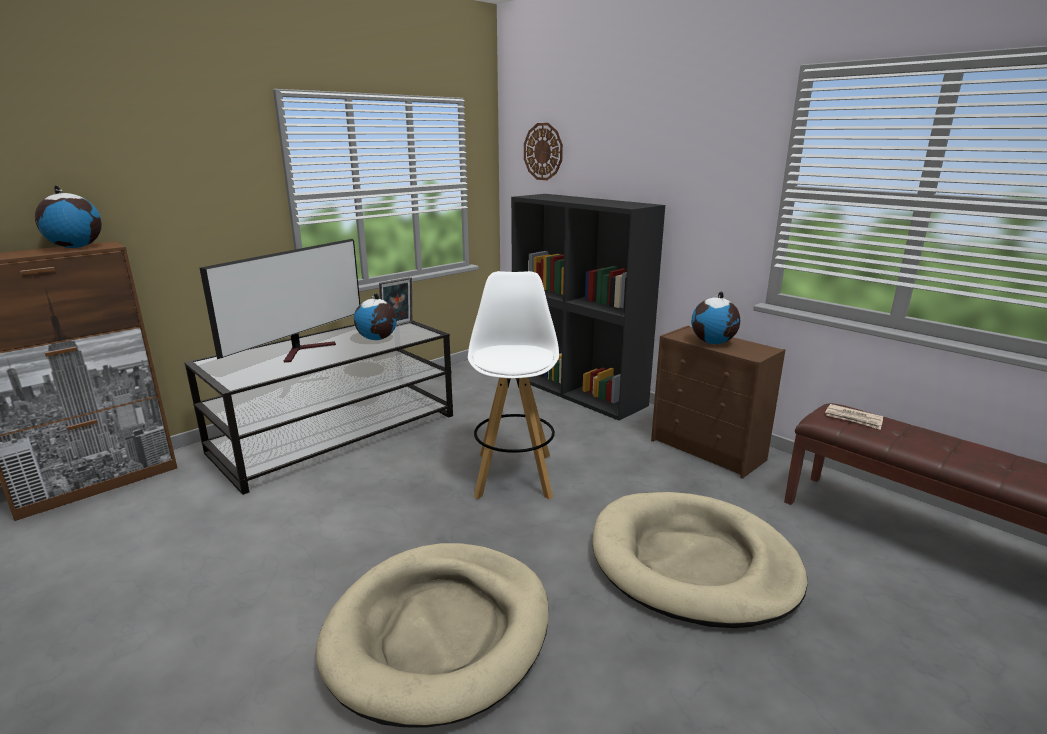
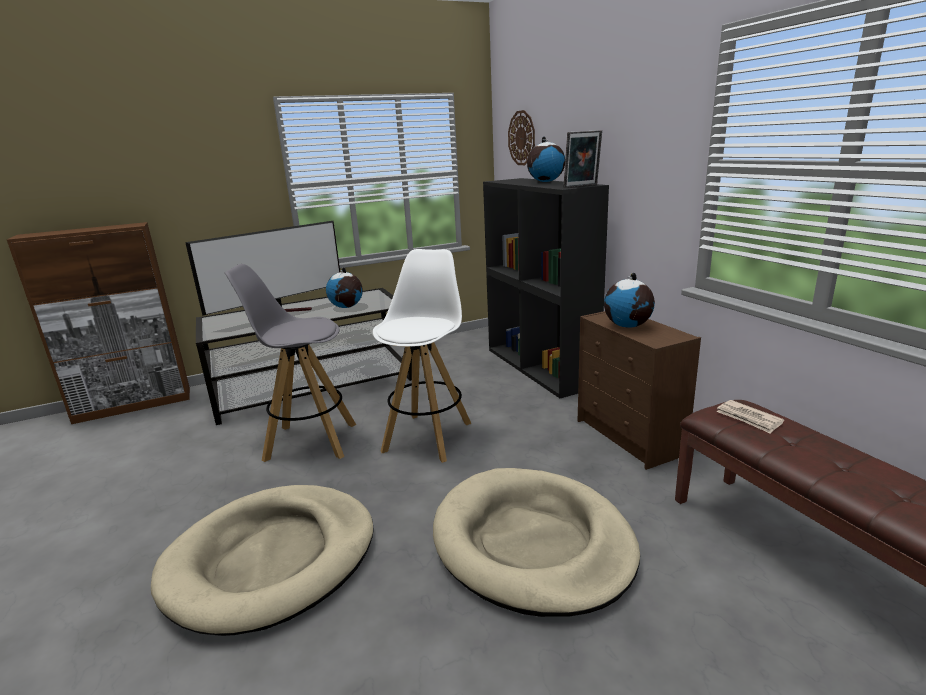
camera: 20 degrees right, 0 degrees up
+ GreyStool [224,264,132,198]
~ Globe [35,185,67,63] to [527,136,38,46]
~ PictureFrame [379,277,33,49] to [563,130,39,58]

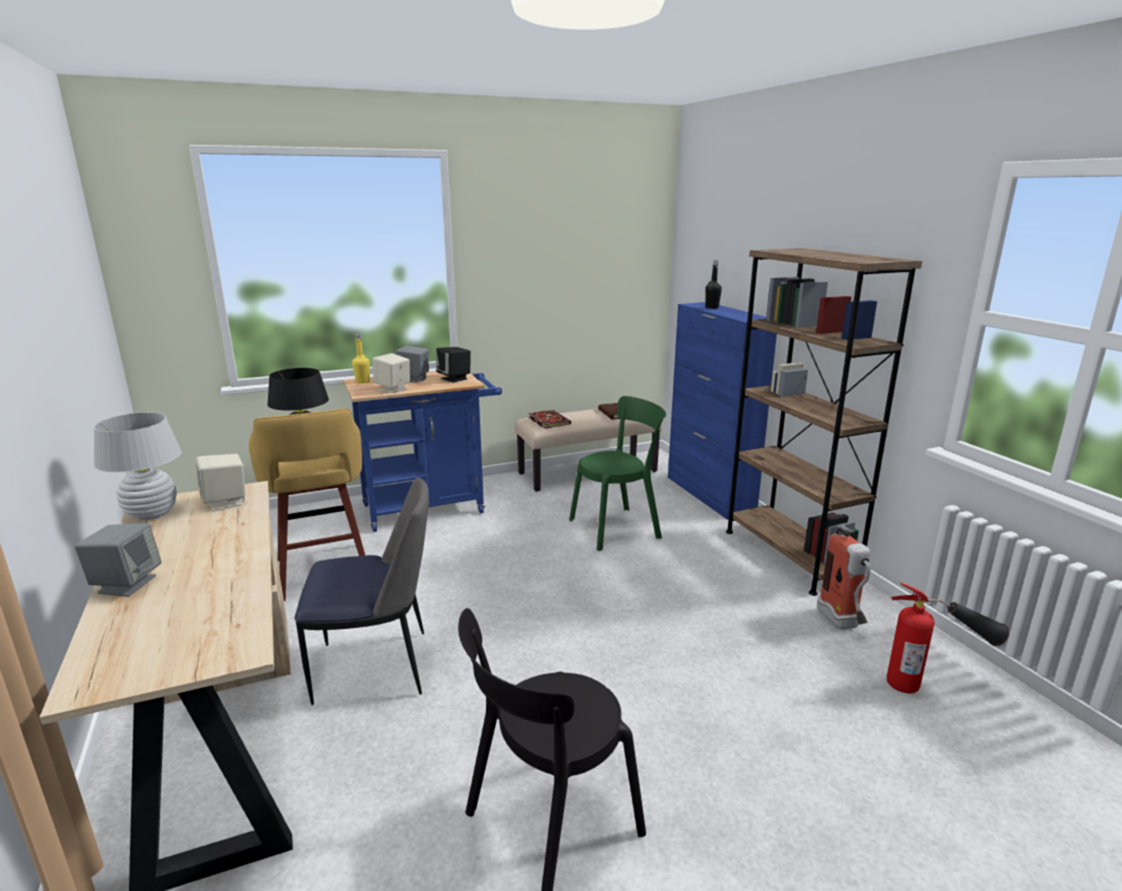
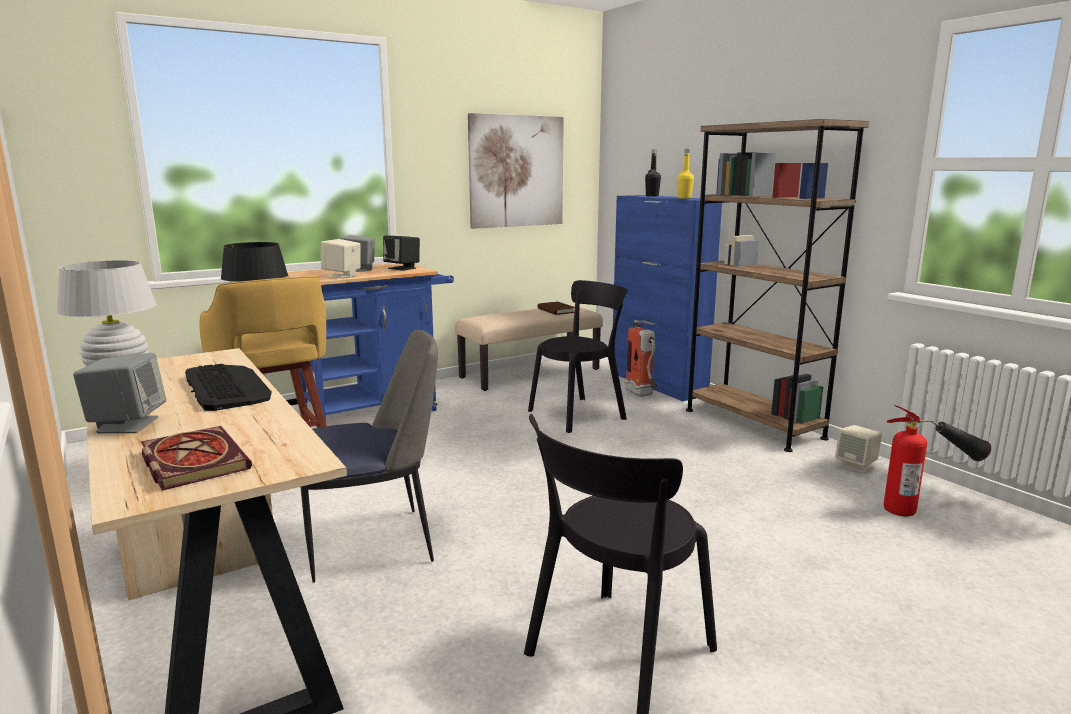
camera: 10 degrees left, 5 degrees down
+ Keyboard [185,364,87,47]
+ Picture [468,113,96,116]
~ BeigeSpeaker [196,454,49,57] to [835,425,47,48]
~ YellowBottle [352,334,18,49] to [677,149,17,50]
~ Book [528,410,43,19] to [141,426,111,65]
~ FireExtinguisher [817,524,54,106] to [625,320,32,77]
~ GreenChair [569,396,97,155] to BlackChair [528,280,100,153]

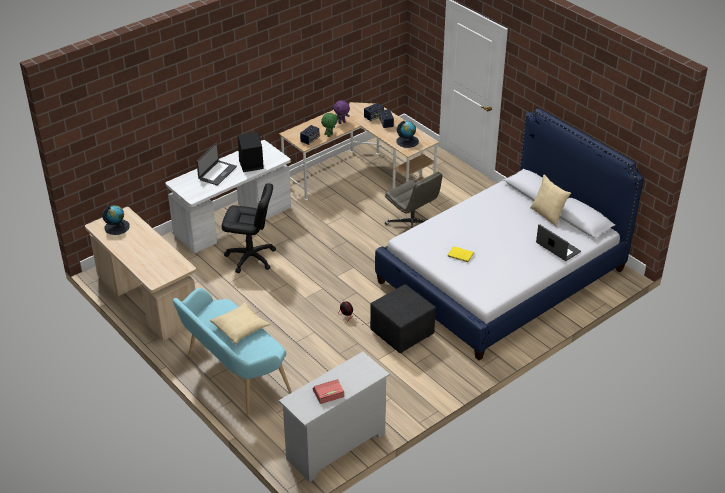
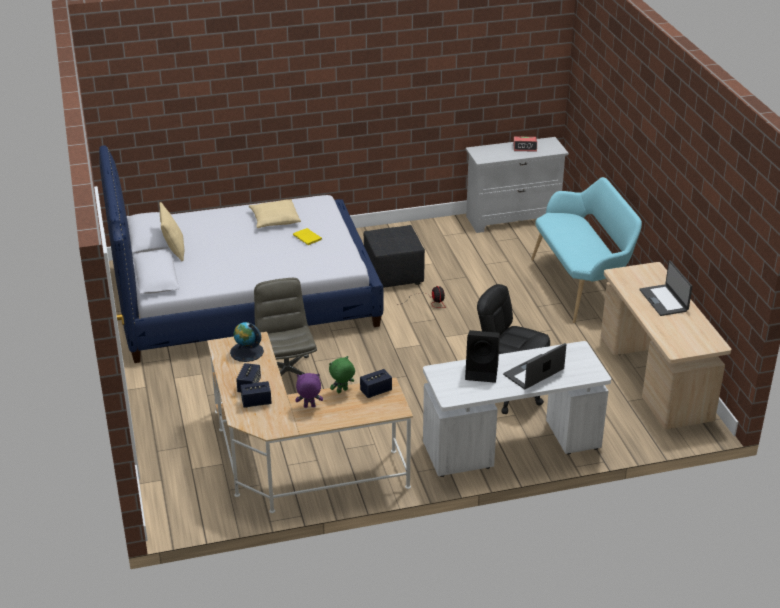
camera: 155 degrees left, 5 degrees down
- Globe [102,205,28,30]
~ BeigePillow [210,302,60,42] to [249,199,52,29]
~ Laptop [536,224,45,37] to [640,260,52,56]

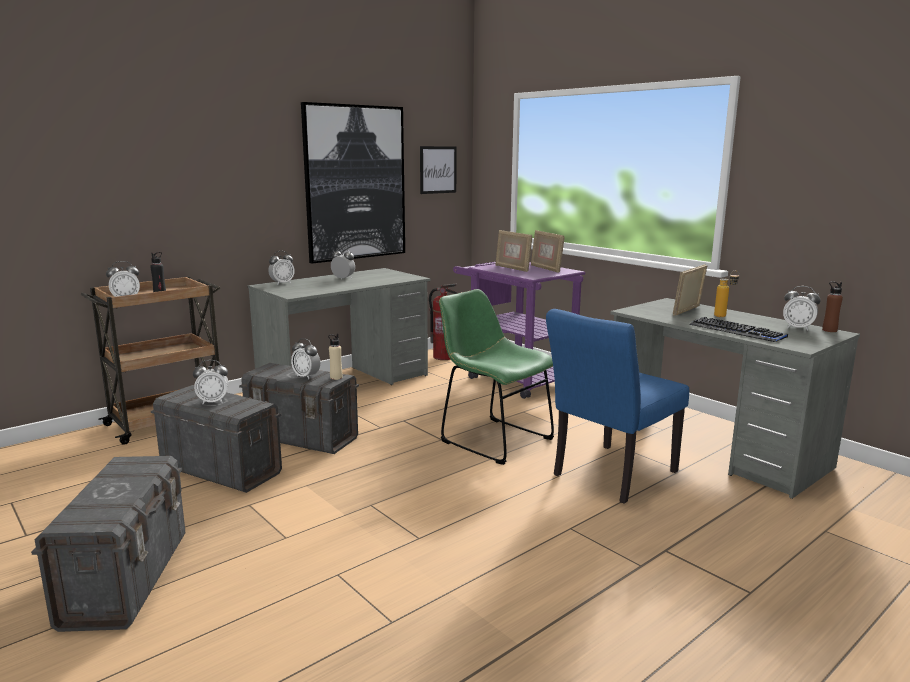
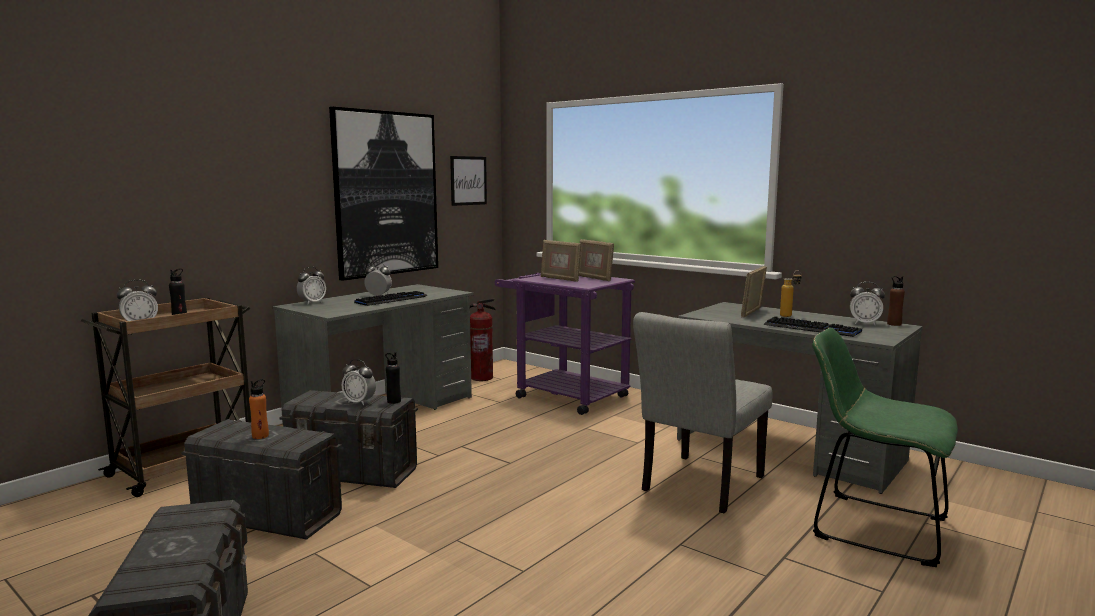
camera: 10 degrees left, 5 degrees down
+ Keyboard [354,291,74,15]
~ GreenChair [439,289,115,176] to [812,328,146,239]
~ AlarmClock [193,360,36,44] to OrangeBottle [249,379,20,60]
~ BeigeBottle [328,334,14,46] to BlackBottle [385,352,16,52]
~ BlueChair [546,309,143,195] to GreyChair [633,312,139,201]

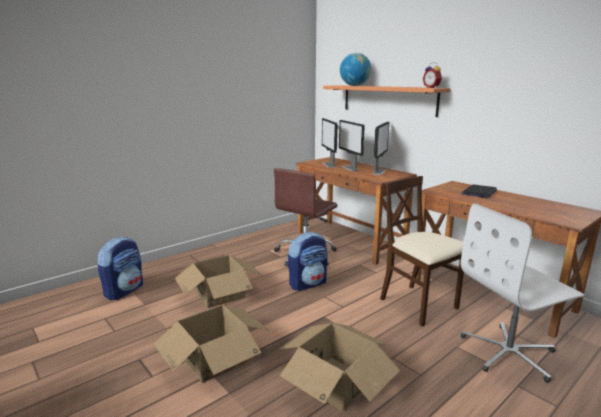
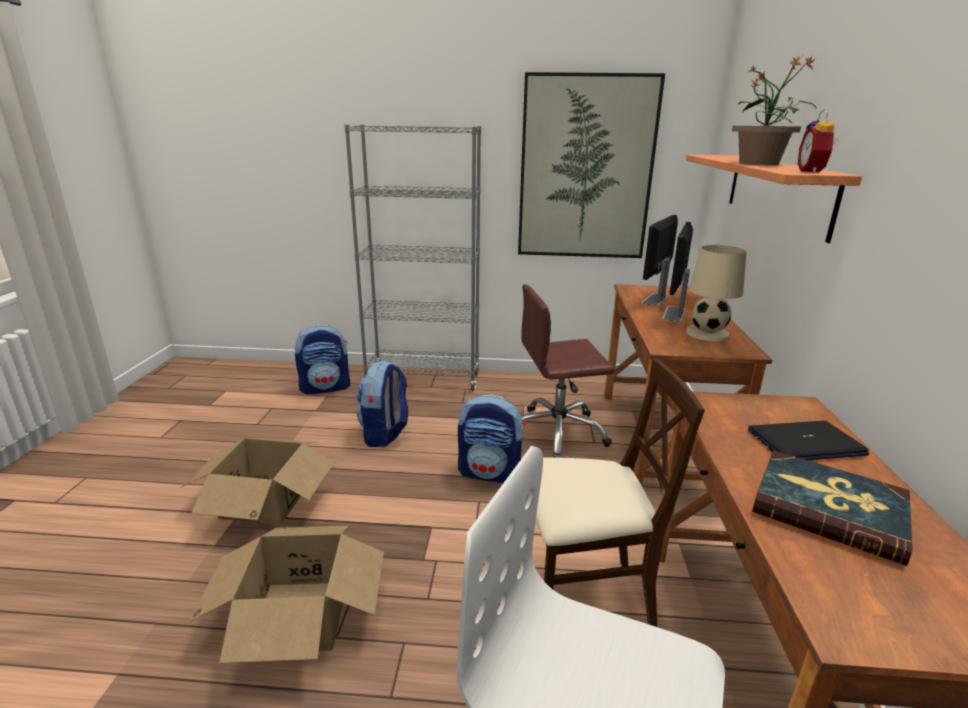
camera: 45 degrees right, 5 degrees up
- Globe [340,53,31,33]
+ GreyBookcase [345,125,136,266]
+ Picture [518,72,147,186]
+ PottedPlant [732,55,84,110]
+ Book [752,450,161,116]
~ CardboardBox [175,255,87,53] to Backpack [356,360,52,87]
~ Monitor [372,122,17,53] to BeigeTableLamp [686,245,60,97]
~ BeigeChair [380,176,84,151] = [527,359,178,268] 75 degrees clockwise

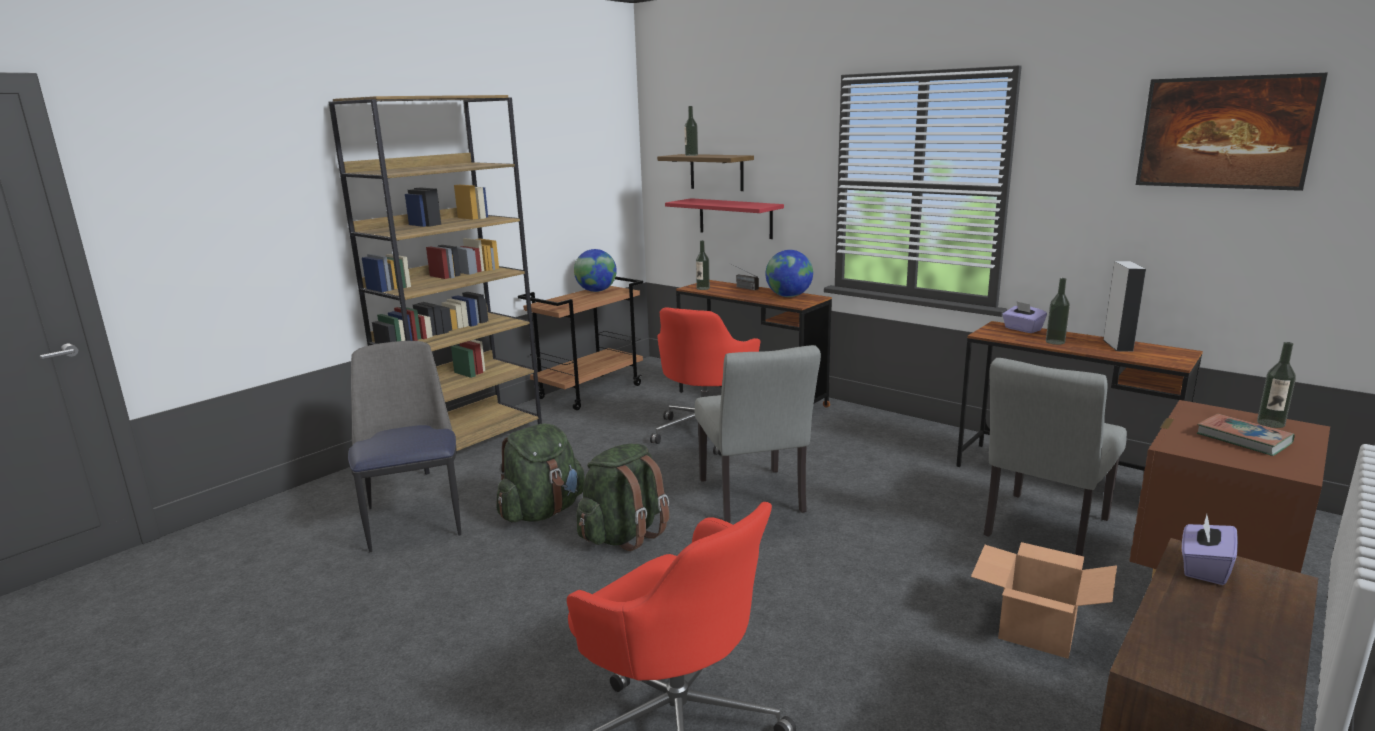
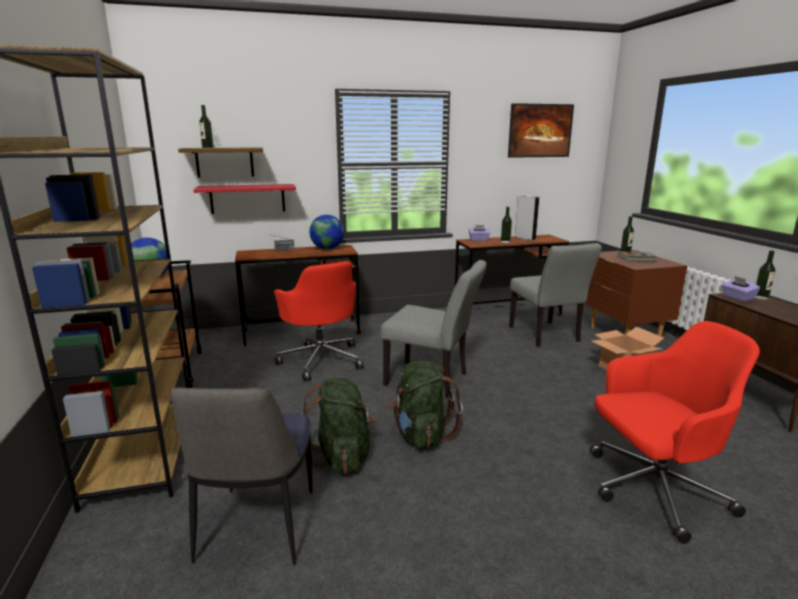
camera: 55 degrees left, 0 degrees up
~ Bottle [696,240,14,50] to [755,250,21,50]
~ Chair [348,341,113,211] = [170,388,143,177] 105 degrees counterclockwise

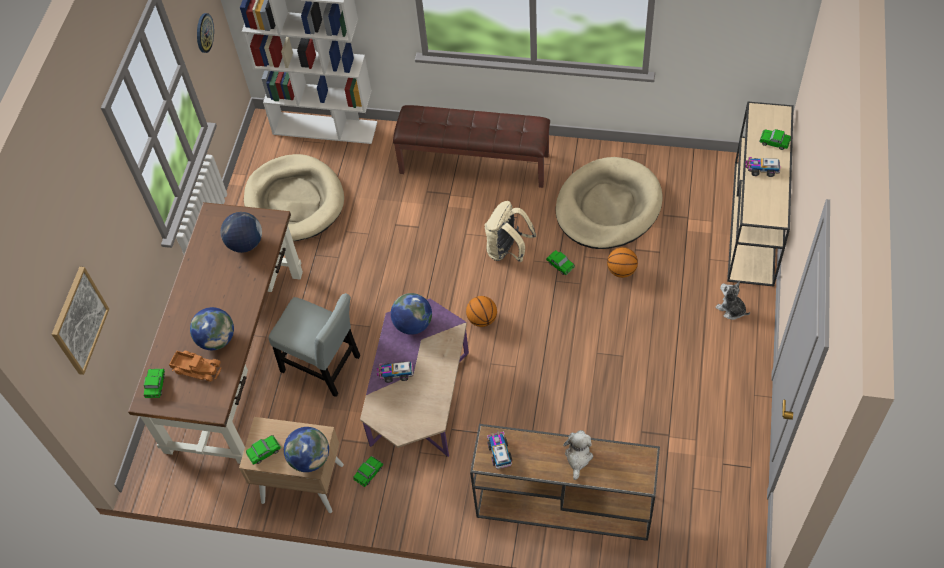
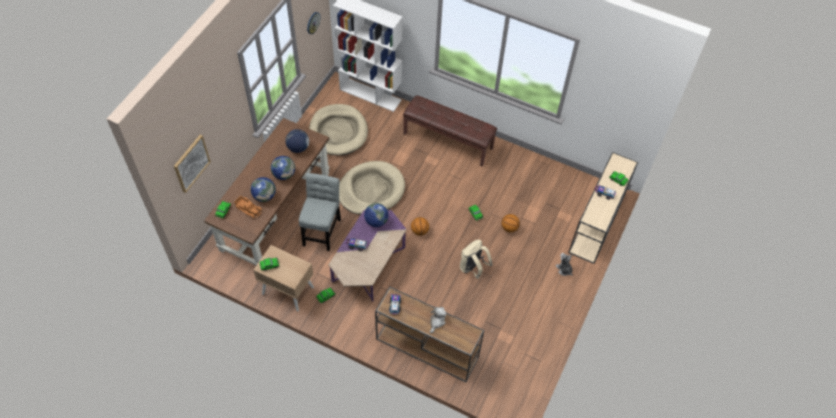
camera: 10 degrees right, 0 degrees up
~ Globe [284,427,45,45] to [271,156,24,24]
~ BeigeBackpack [484,201,52,61] to [460,240,33,39]
~ BeigeDogBed [555,157,108,92] to [339,161,66,54]
~ GreyChair [269,293,91,104] = [299,173,42,78] 120 degrees counterclockwise

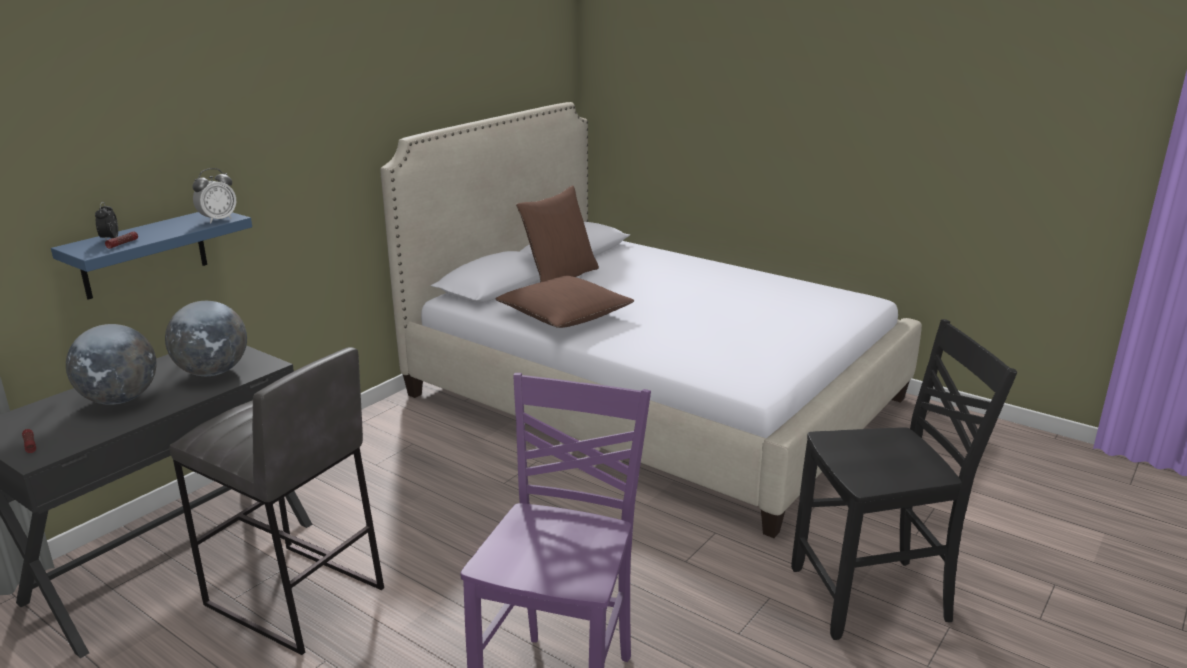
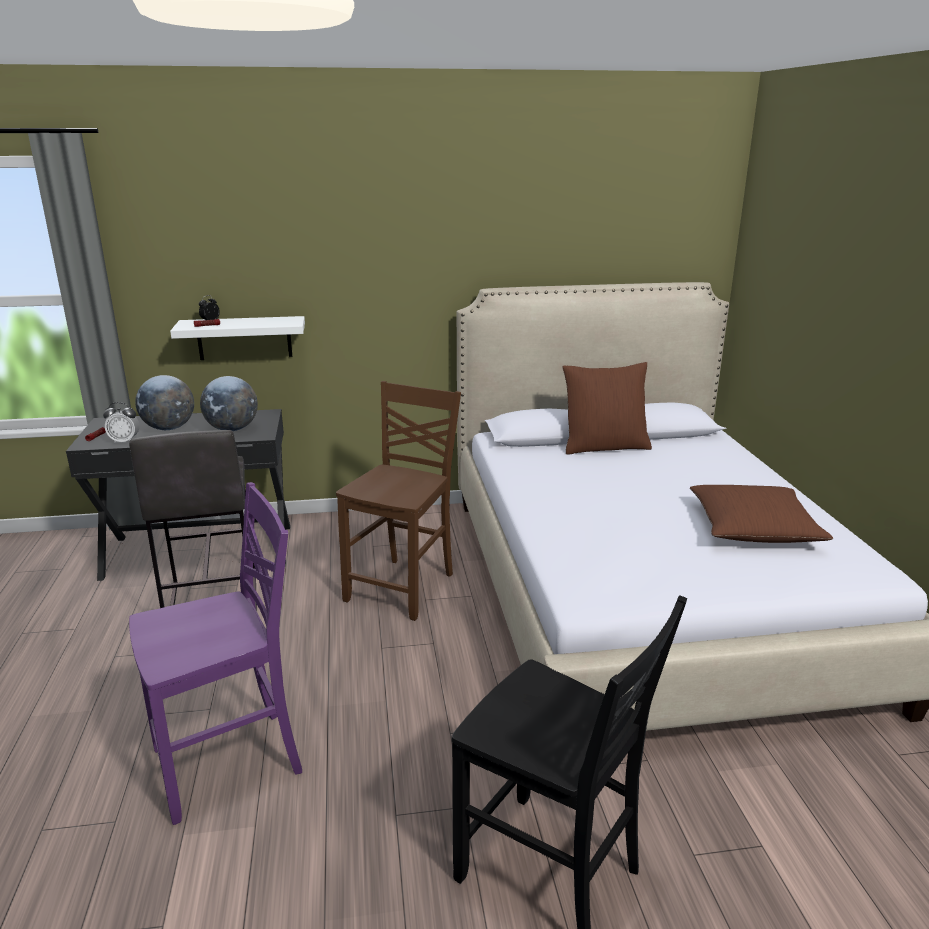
camera: 45 degrees right, 0 degrees up
+ BrownChair [336,381,125,240]
~ AlarmClock [193,168,43,55] to [103,402,36,42]
~ BrownPillow [495,276,139,52] to [690,485,143,58]
~ BlueShelf [51,212,201,88] to WhiteShelf [170,316,135,44]

